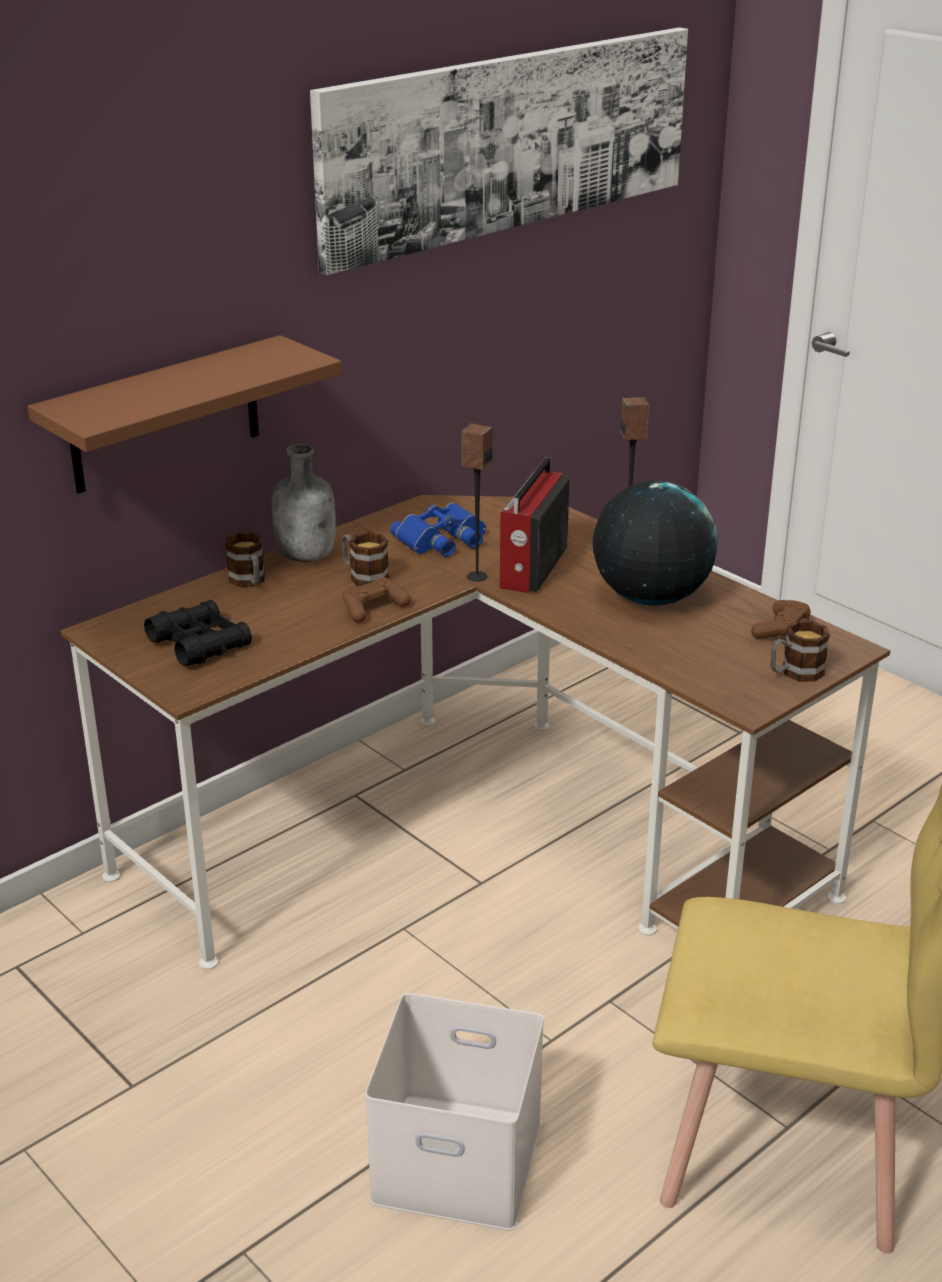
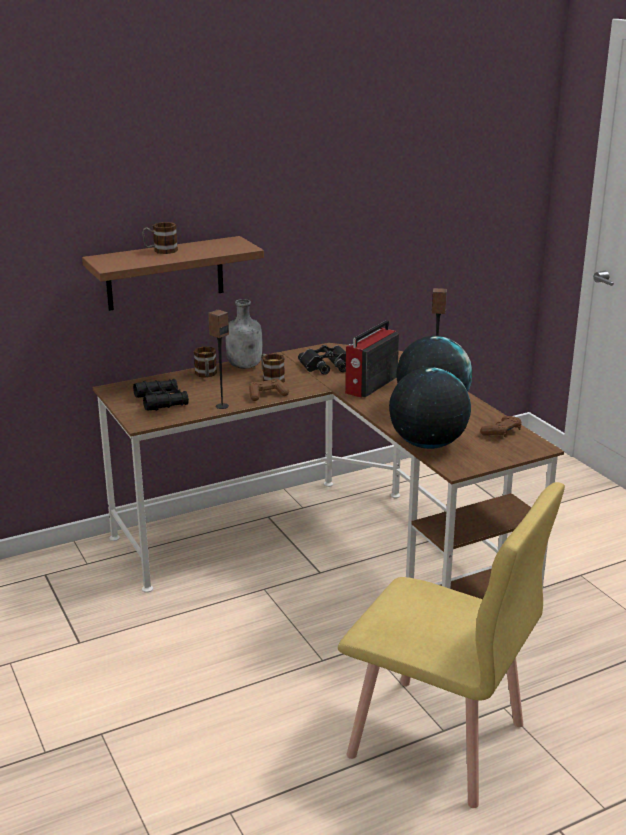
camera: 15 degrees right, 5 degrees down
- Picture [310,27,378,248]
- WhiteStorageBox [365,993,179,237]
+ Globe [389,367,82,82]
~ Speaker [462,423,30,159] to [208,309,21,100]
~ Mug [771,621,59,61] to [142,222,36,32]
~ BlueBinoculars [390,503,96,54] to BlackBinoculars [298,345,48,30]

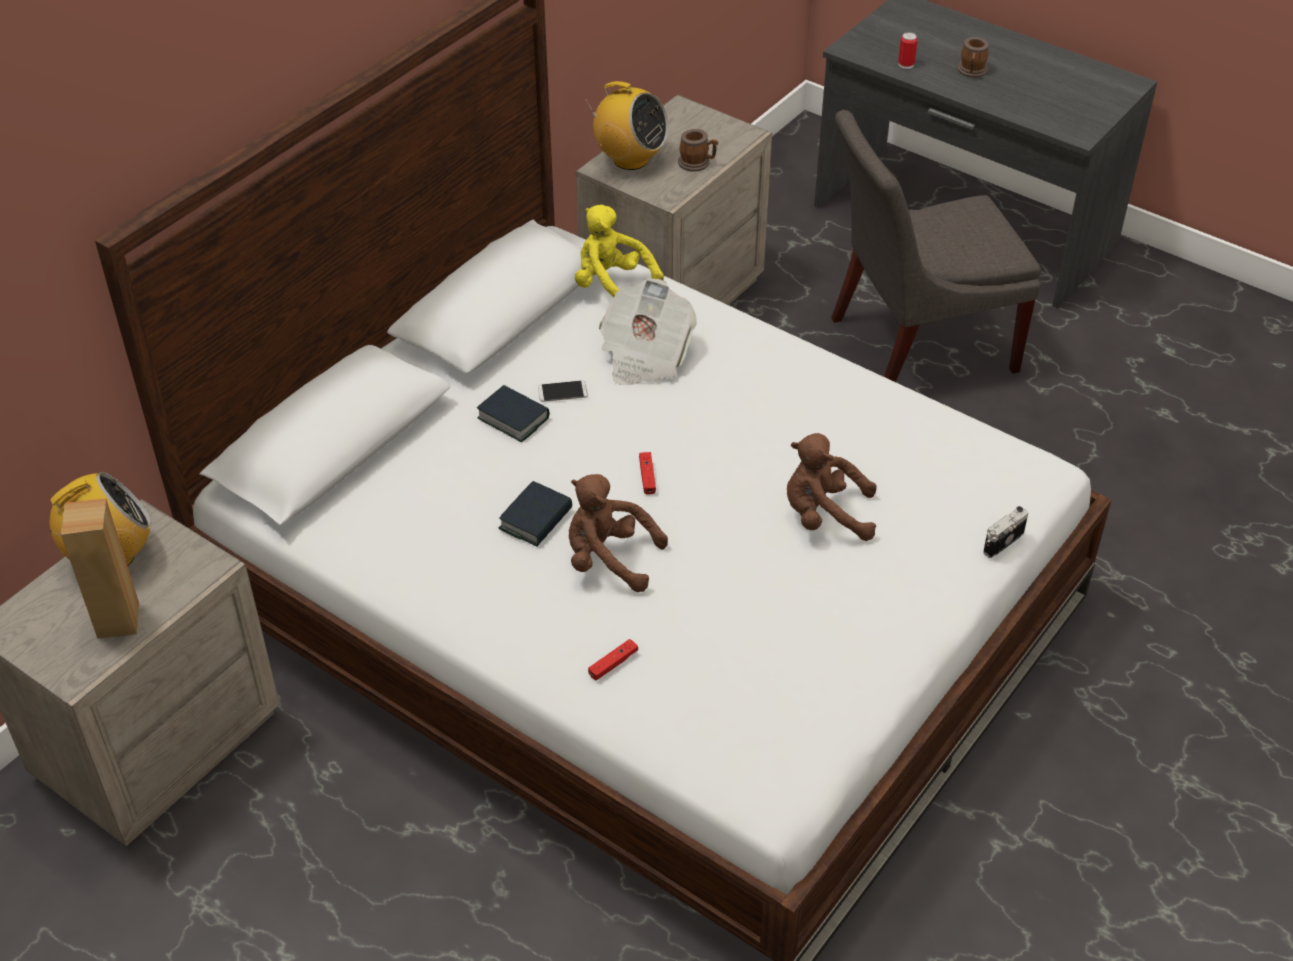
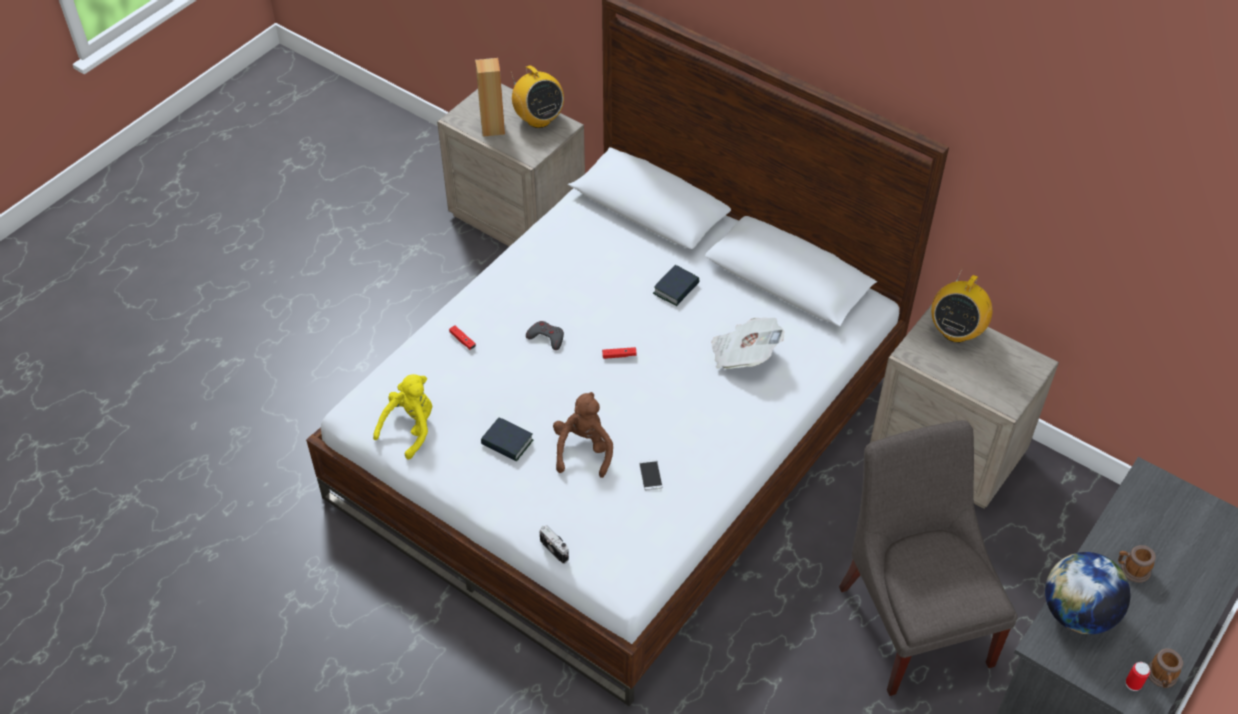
camera: 90 degrees right, 5 degrees up
+ Globe [1045,552,85,82]
~ Book [499,481,73,65] to [481,418,52,44]
~ Phone [538,380,50,22] to [639,459,23,32]
~ YellowPlushToy [575,205,89,93] to [373,374,59,85]
~ Mug [678,129,40,43] to [1148,648,35,40]
~ Can [898,32,20,37] to [1126,662,24,29]
~ BrownPlushToy [569,474,99,118] to GreyGameController [526,321,38,29]

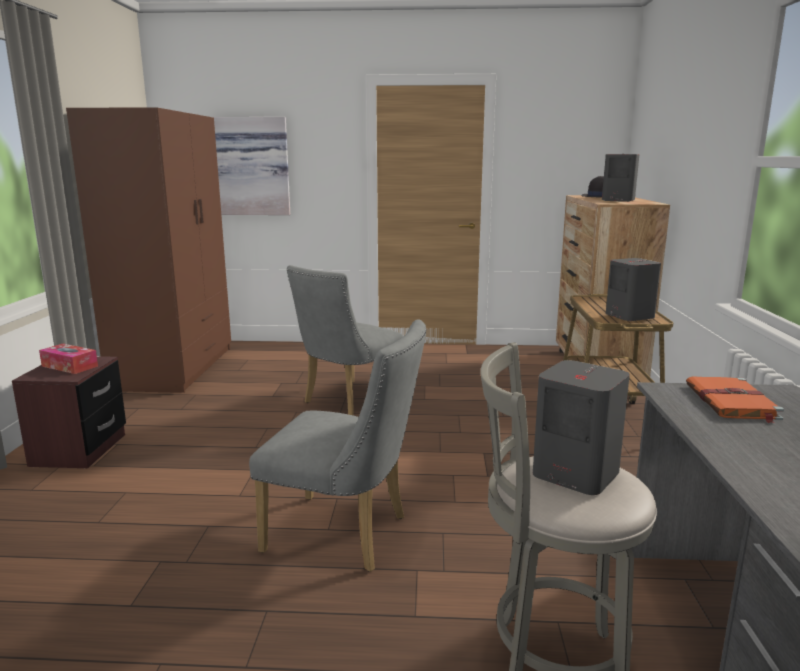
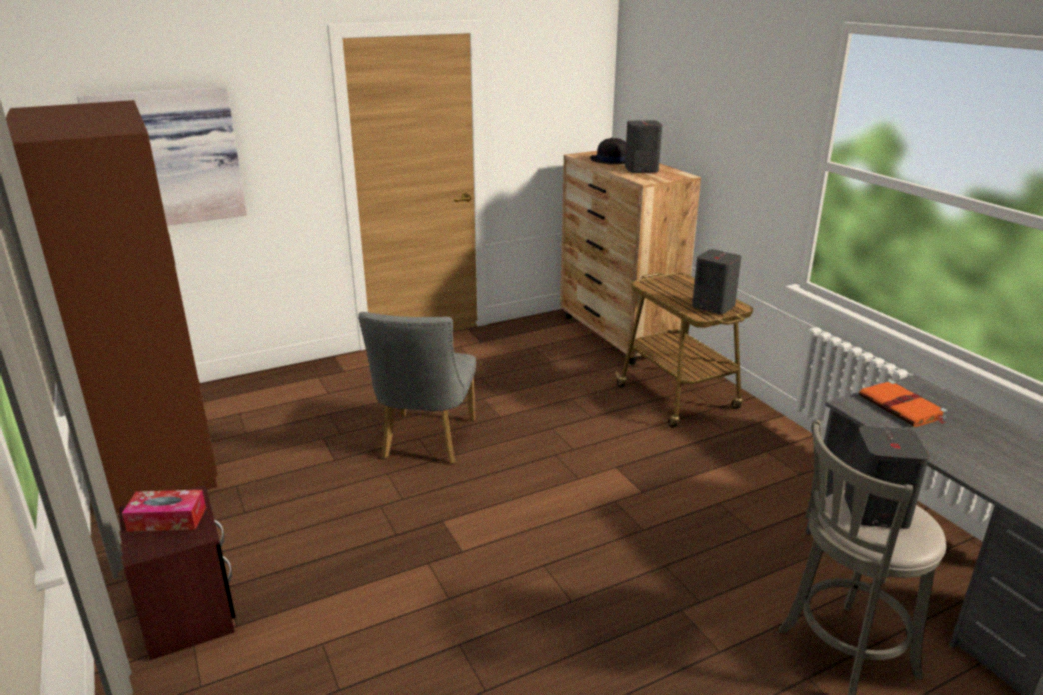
camera: 30 degrees left, 10 degrees up
- GreyChair [249,319,177,253]

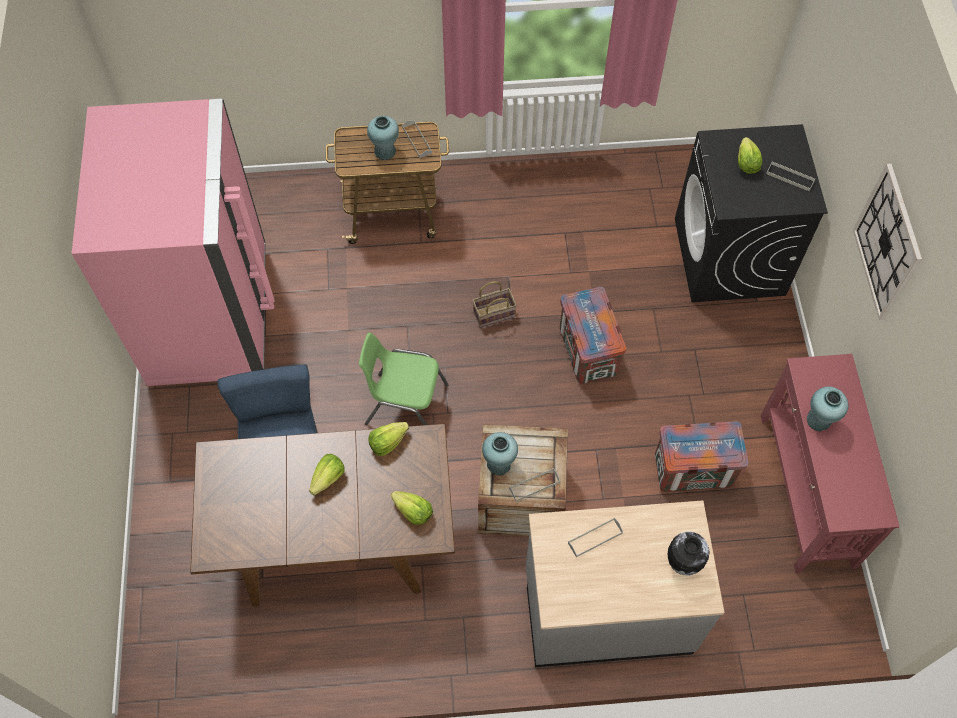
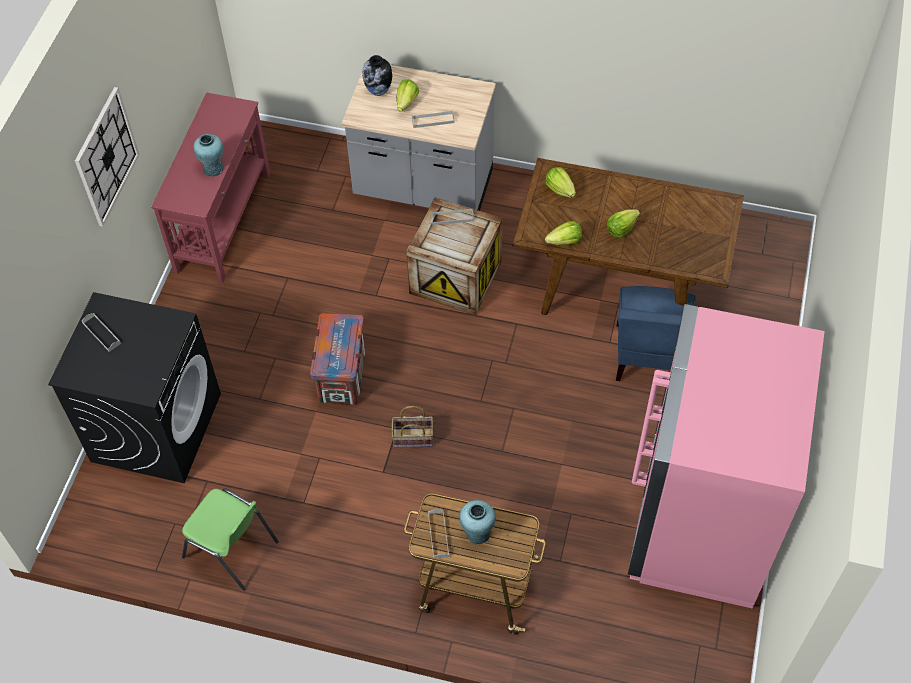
camera: 160 degrees left, 5 degrees down
- TurquoiseVase [482,432,36,43]
- Crate [655,421,93,71]
~ GreenChair [359,332,90,93] to [182,488,97,102]
~ Lettuce [738,137,24,37] to [397,79,22,33]

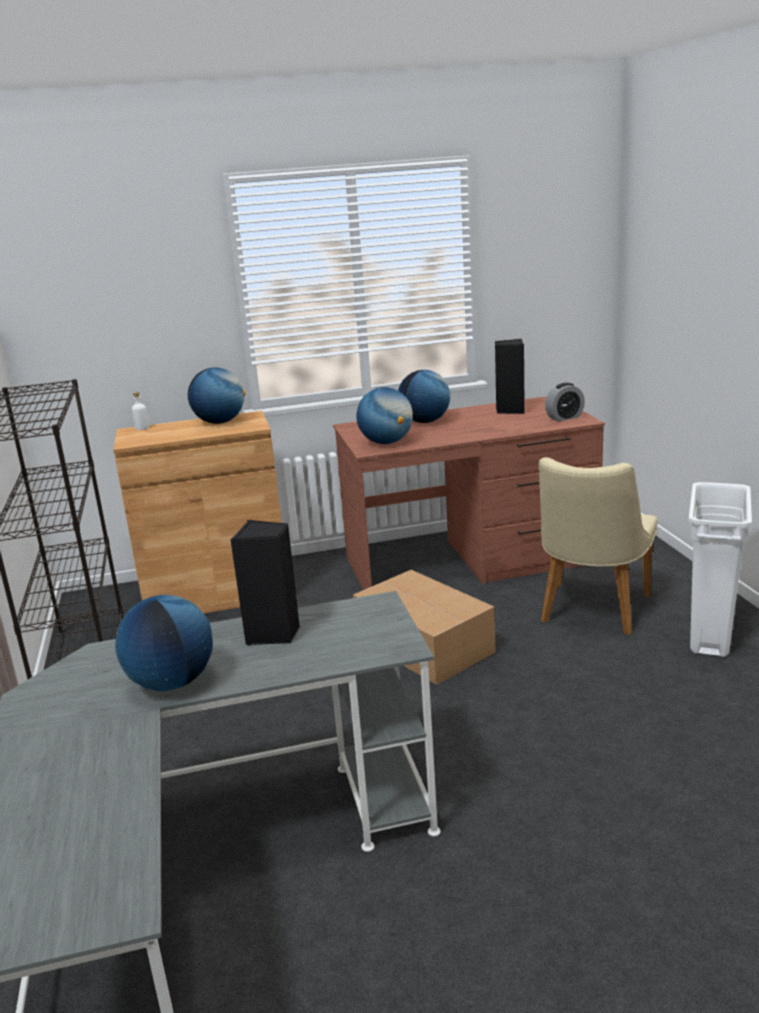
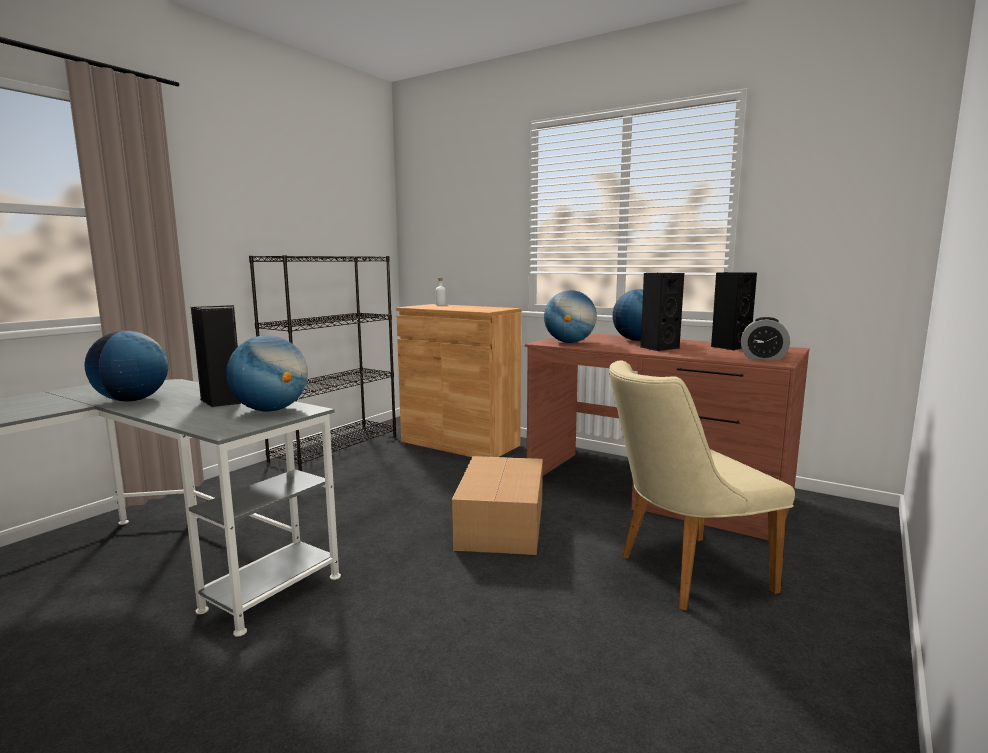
camera: 45 degrees right, 10 degrees down
- WhiteTrashCan [688,482,64,175]
+ BlackSpeaker [640,273,44,78]
~ Globe [188,367,58,57] to [226,335,82,76]

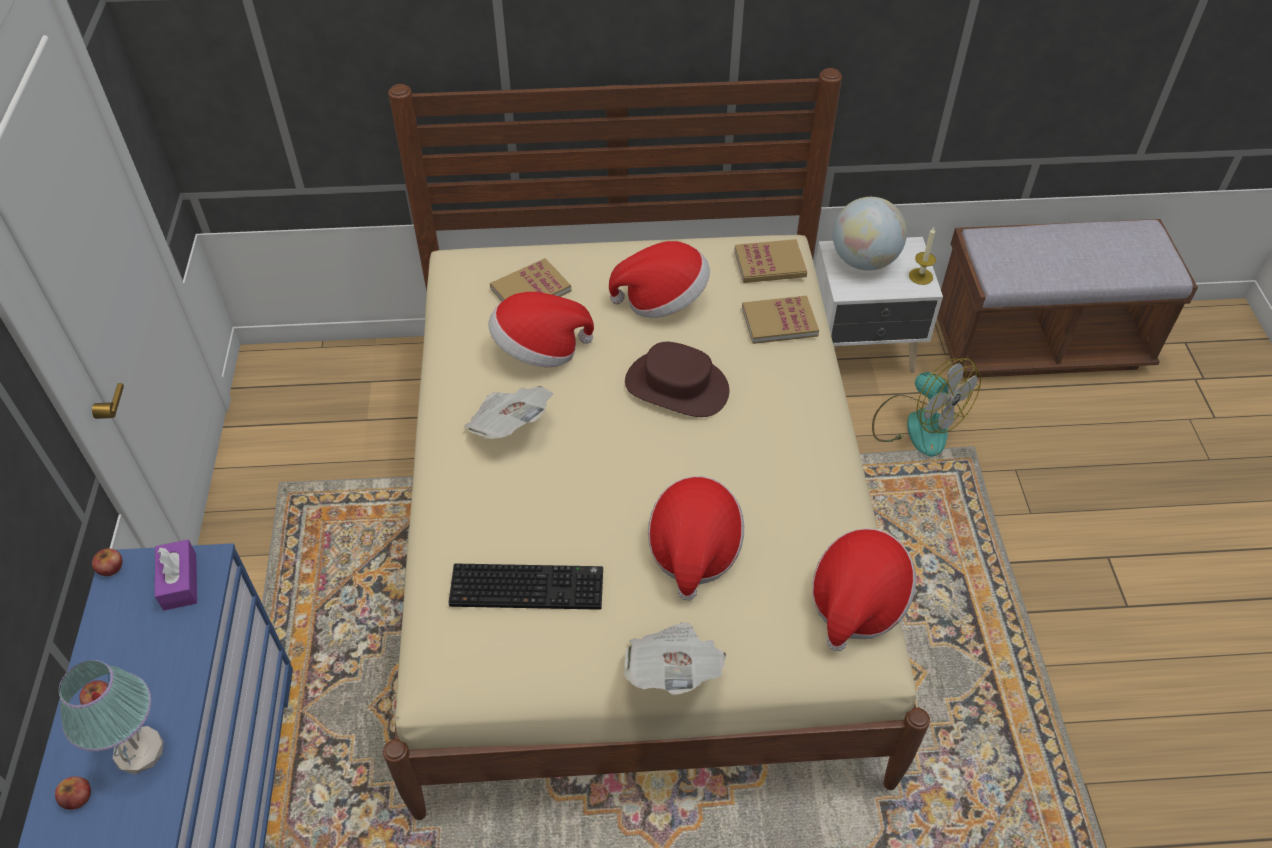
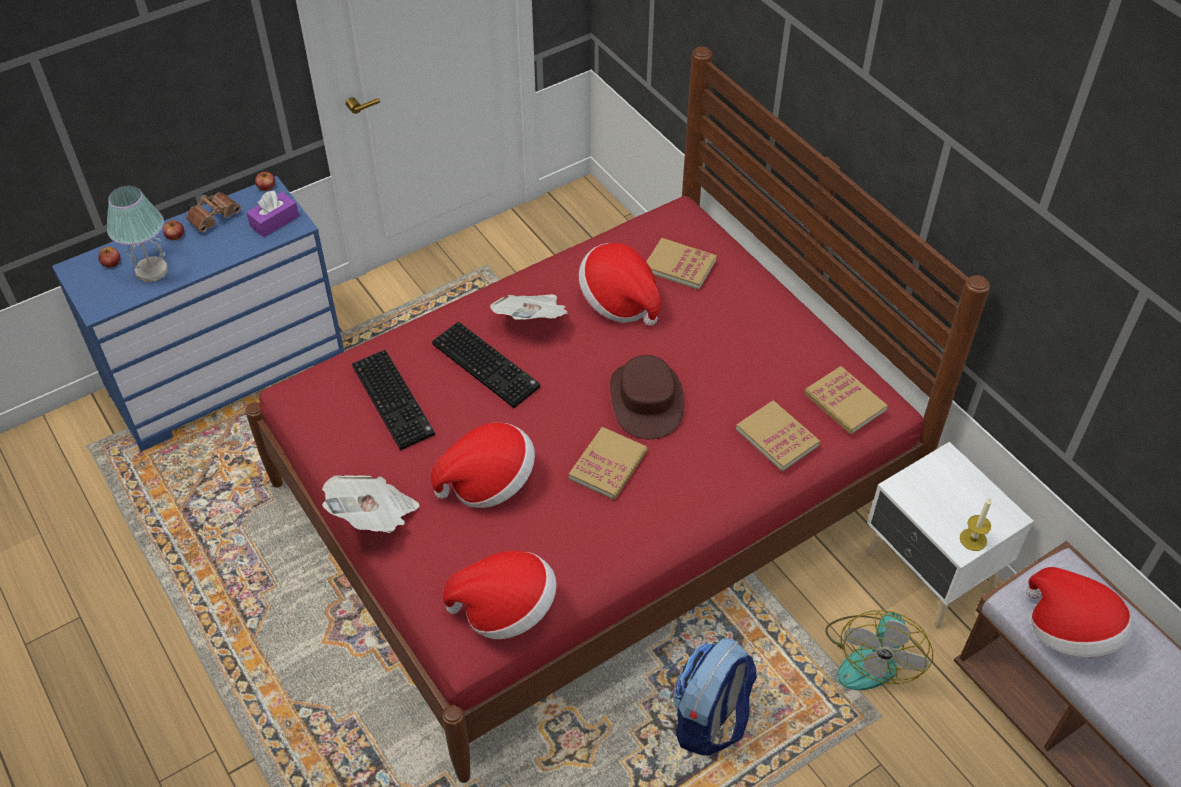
camera: 60 degrees right, 0 degrees up
- Globe [833,197,74,74]
+ BrownBinoculars [186,192,55,41]
+ Keyboard [432,322,108,86]
+ Book [569,427,79,73]
+ Backpack [673,638,84,118]
~ Hat [609,241,101,77] to [1026,567,108,91]
~ BeigeBed [383,68,547,752] to RedBed [245,46,745,737]

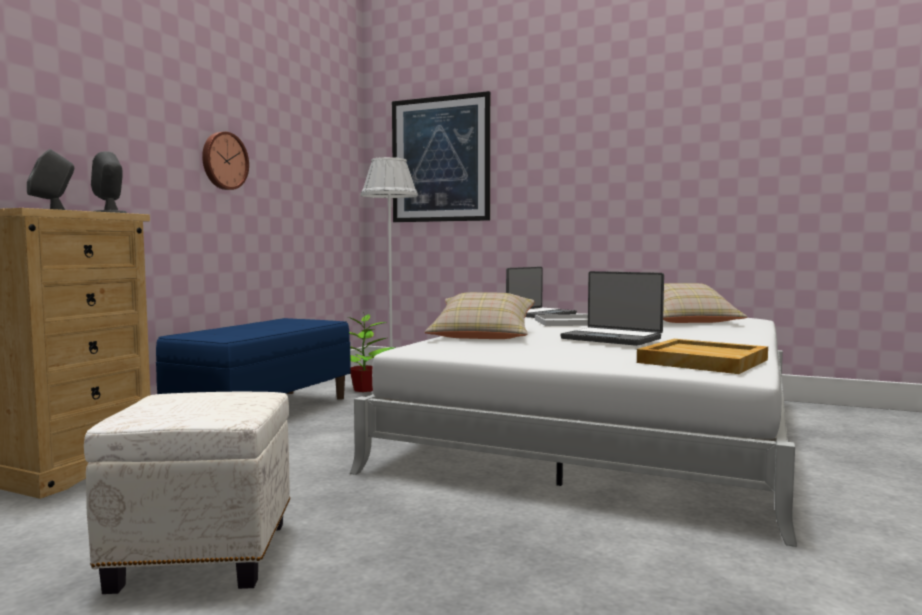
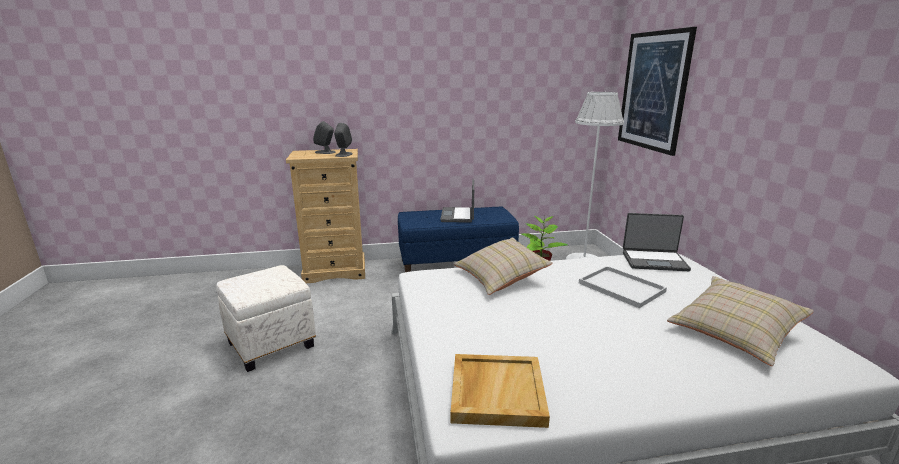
camera: 55 degrees right, 15 degrees up
- WallClock [202,132,47,58]
~ Laptop [561,271,103,75] to [440,179,34,44]

